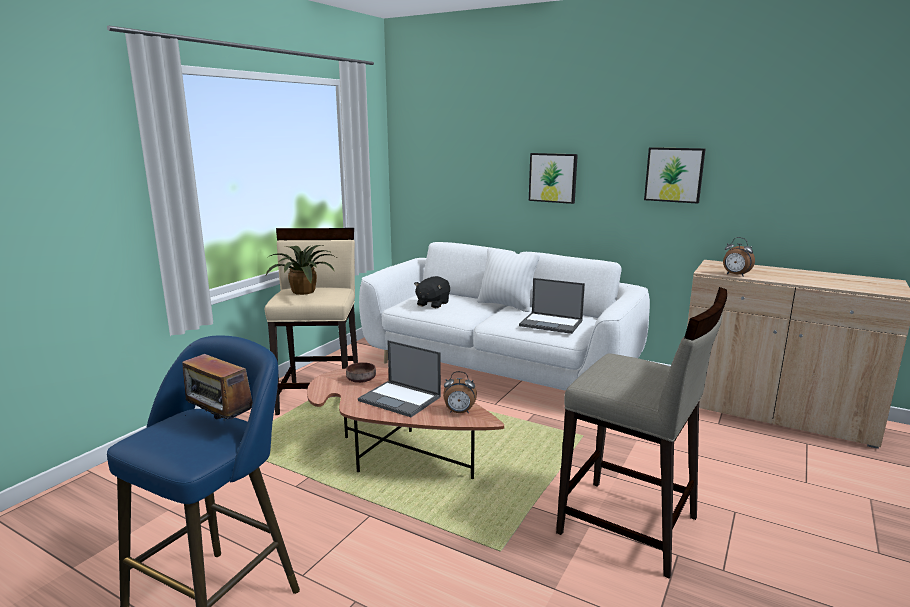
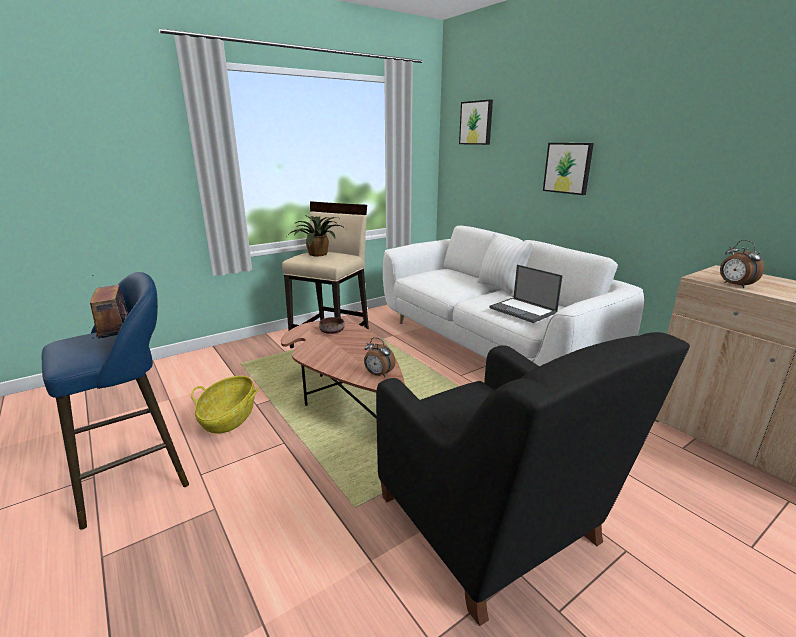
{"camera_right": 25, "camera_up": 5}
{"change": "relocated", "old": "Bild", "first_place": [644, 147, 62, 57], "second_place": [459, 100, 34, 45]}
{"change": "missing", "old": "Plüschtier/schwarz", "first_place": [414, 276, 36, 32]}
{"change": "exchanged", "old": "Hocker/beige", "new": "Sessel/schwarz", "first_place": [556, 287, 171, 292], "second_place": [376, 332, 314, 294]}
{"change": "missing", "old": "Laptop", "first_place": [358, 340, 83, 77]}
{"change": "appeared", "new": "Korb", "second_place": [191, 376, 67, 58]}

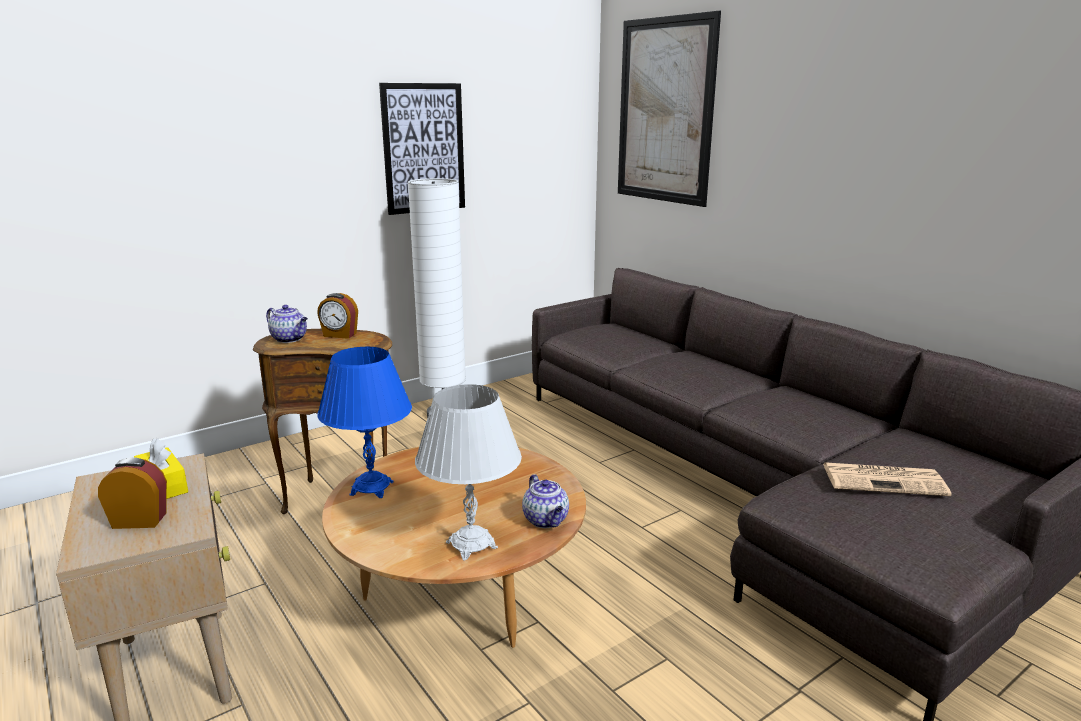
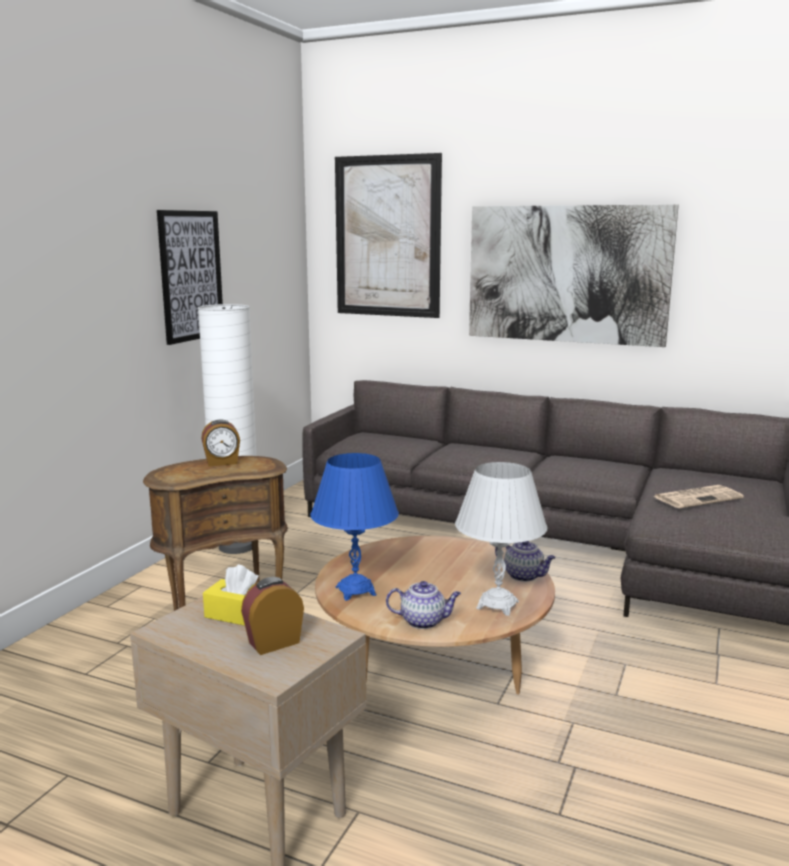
{"camera_right": -30, "camera_up": -5}
{"change": "relocated", "old": "Teekanne", "first_place": [266, 305, 42, 38], "second_place": [386, 581, 75, 48]}
{"change": "appeared", "new": "Bild", "second_place": [469, 204, 210, 143]}

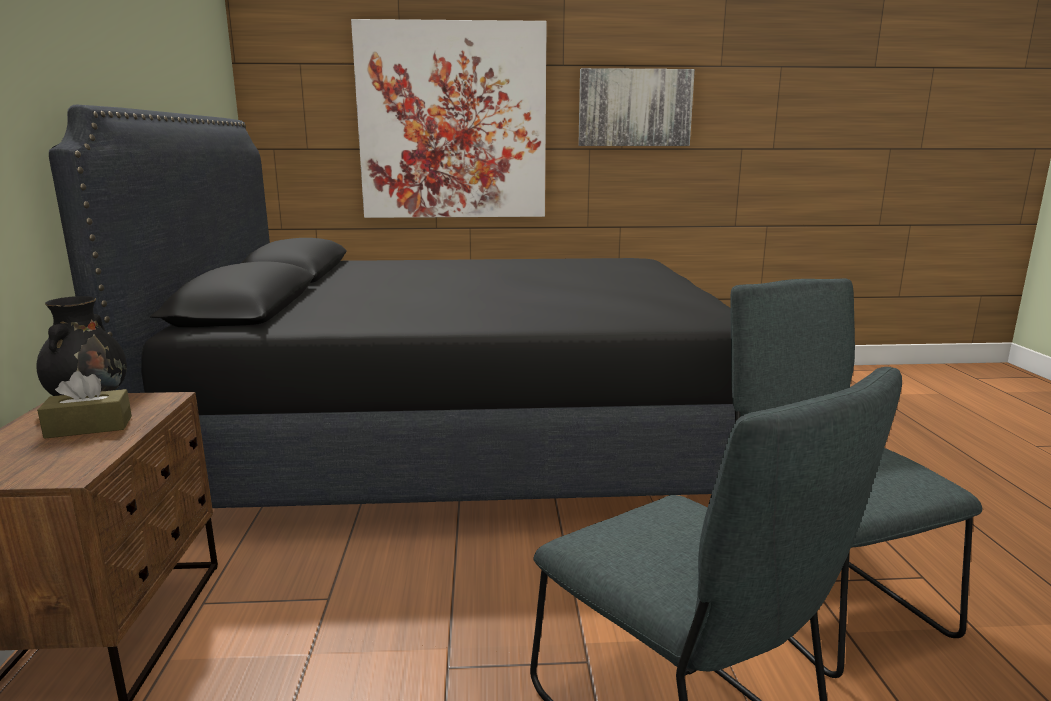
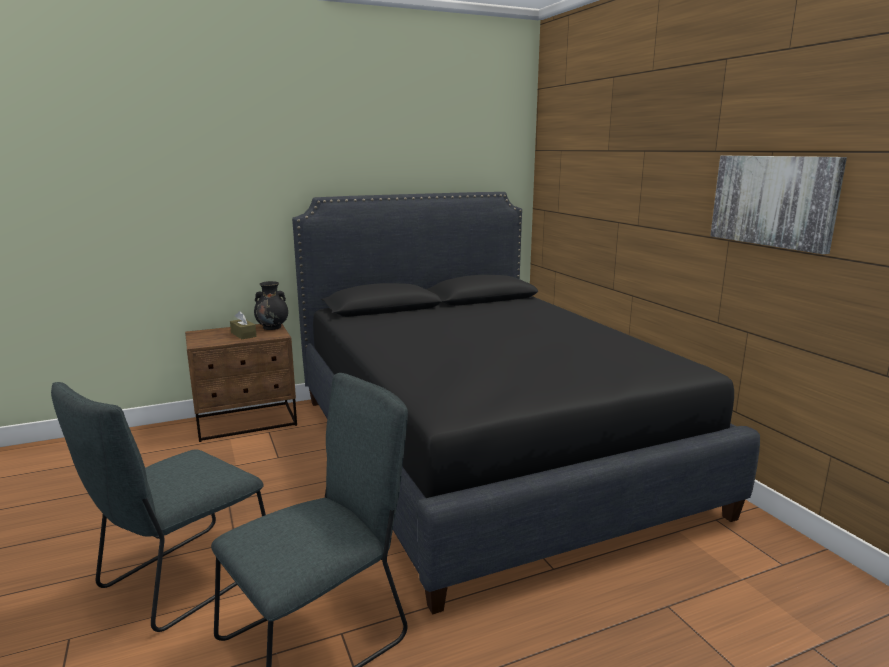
{"camera_right": 70, "camera_up": 0}
{"change": "missing", "old": "Bild", "first_place": [351, 19, 196, 199]}

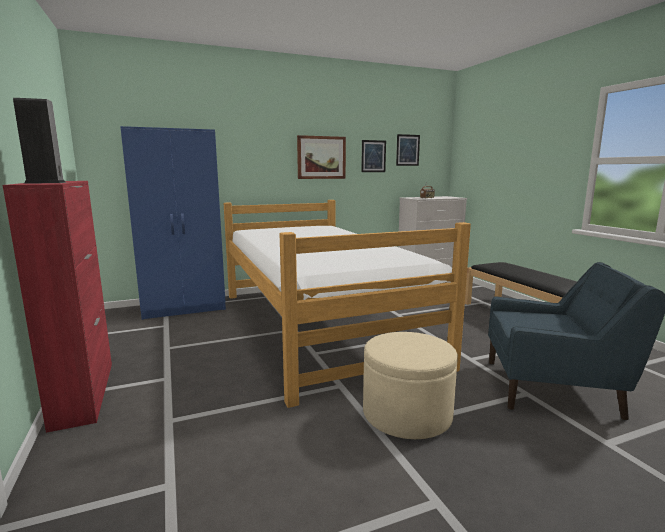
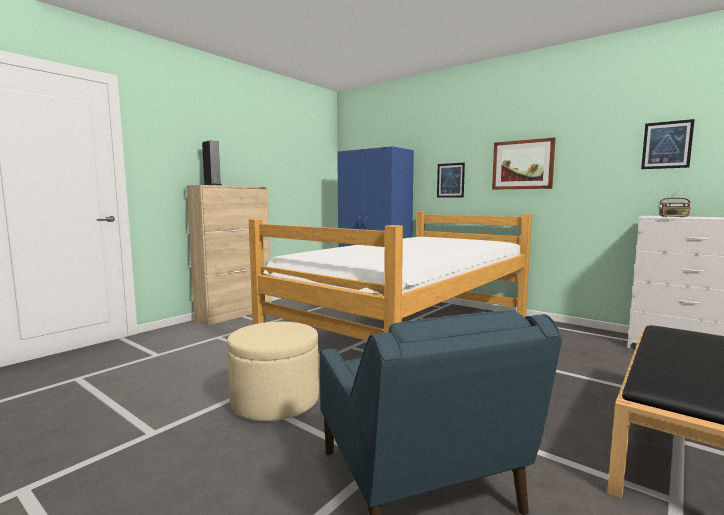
{"camera_right": 60, "camera_up": -5}
{"change": "relocated", "old": "Bild", "first_place": [361, 140, 25, 32], "second_place": [437, 163, 28, 35]}
{"change": "colour", "old": "Schrank/rot", "new": "Schrank/beige", "first_place": [2, 181, 110, 252], "second_place": [186, 185, 86, 140]}

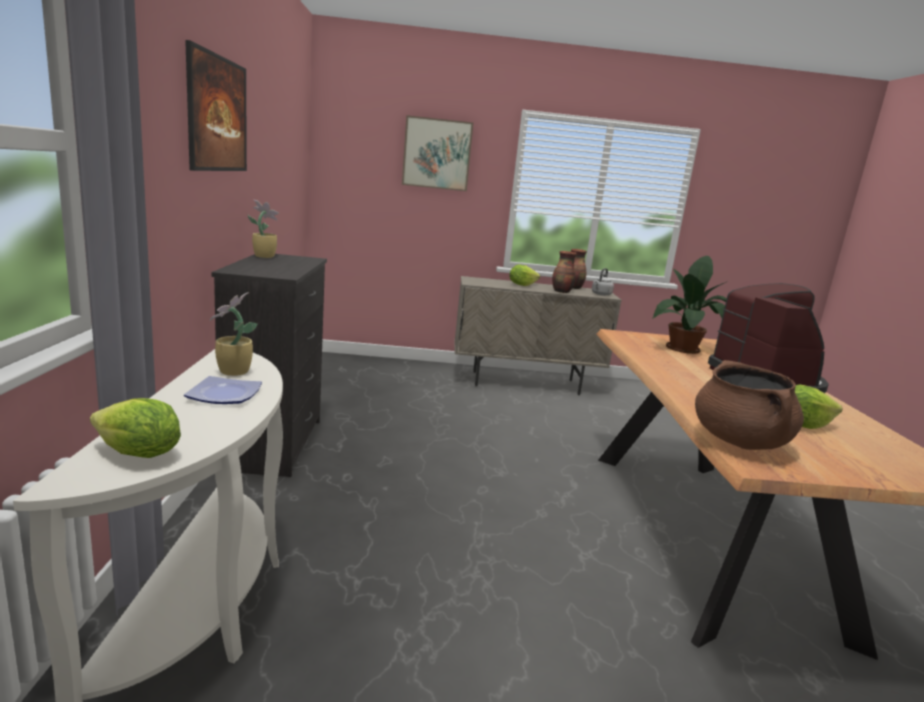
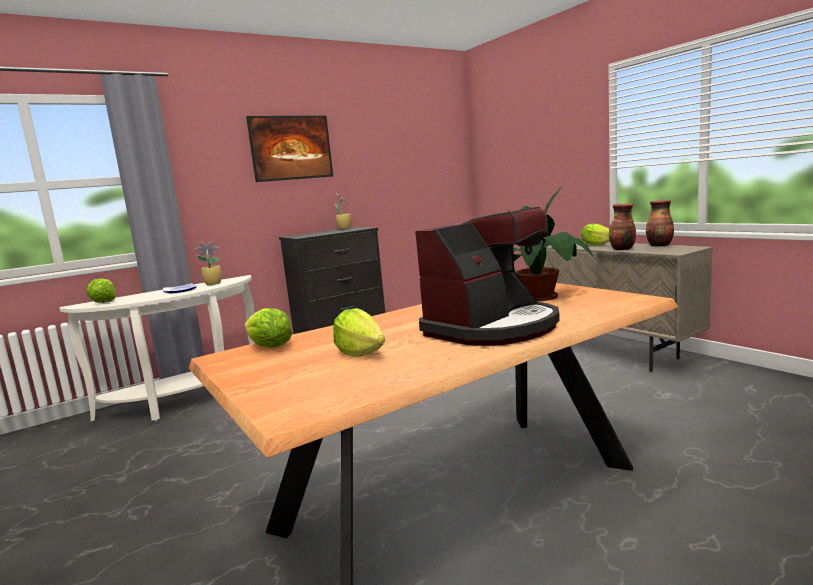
{"camera_right": 60, "camera_up": -5}
{"change": "missing", "old": "Bild", "first_place": [402, 115, 71, 76]}
{"change": "missing", "old": "Wasserkessel/grau", "first_place": [592, 268, 22, 28]}
{"change": "exchanged", "old": "Kochtopf/braun", "new": "Salatkopf", "first_place": [695, 360, 109, 90], "second_place": [245, 308, 47, 40]}

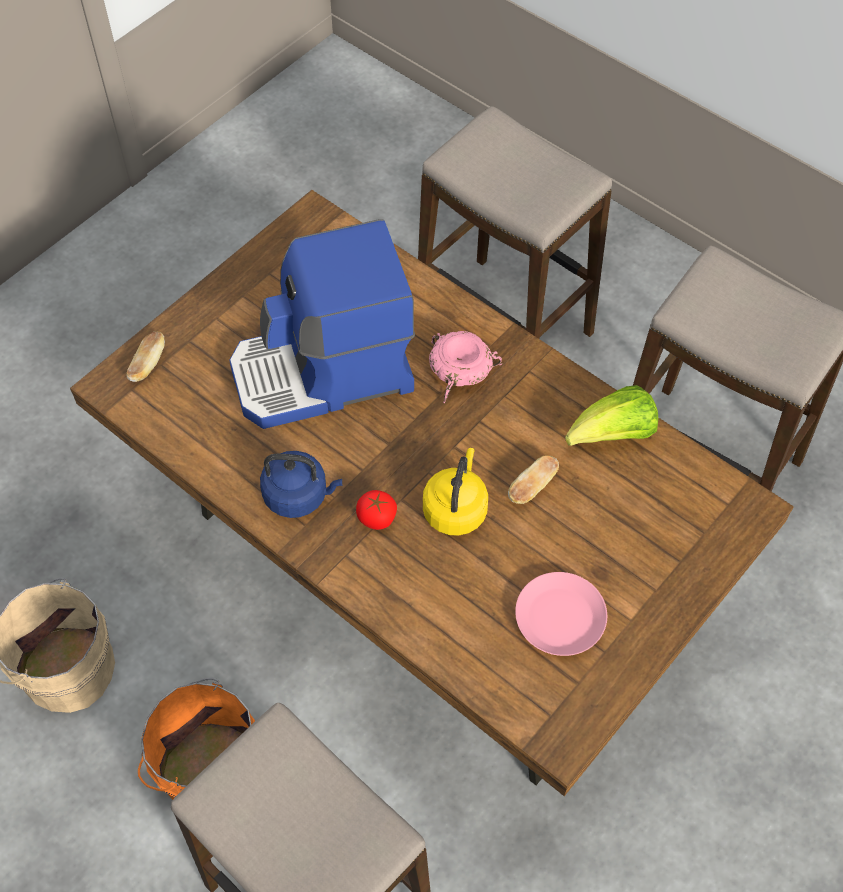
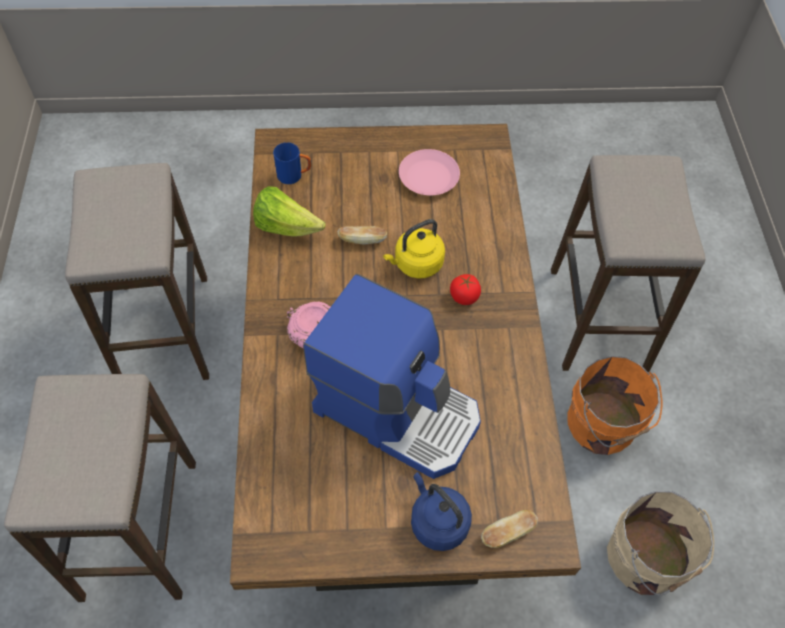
{"camera_right": -135, "camera_up": 0}
{"change": "relocated", "old": "Wasserkessel/blau", "first_place": [260, 451, 82, 67], "second_place": [411, 472, 61, 79]}
{"change": "appeared", "new": "Henkelbecher/blau", "second_place": [273, 142, 39, 42]}

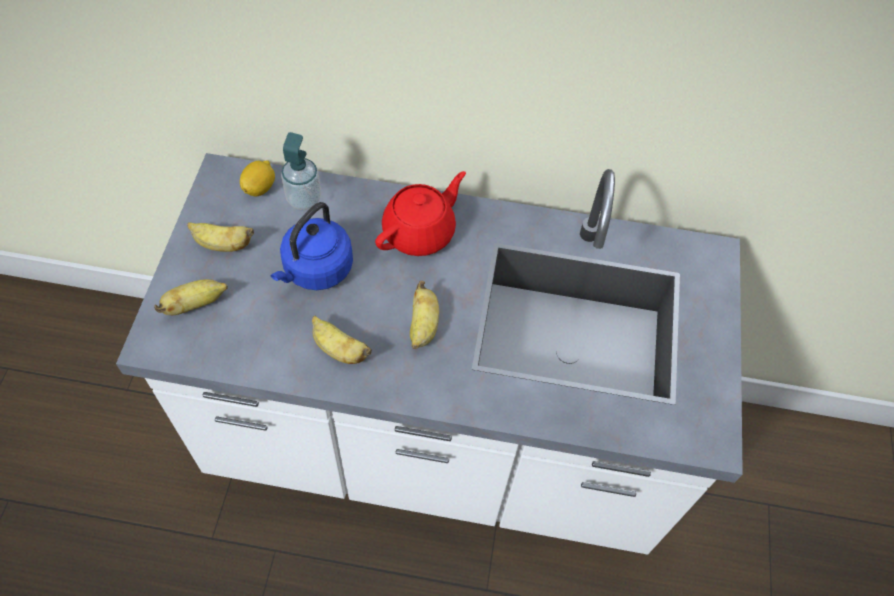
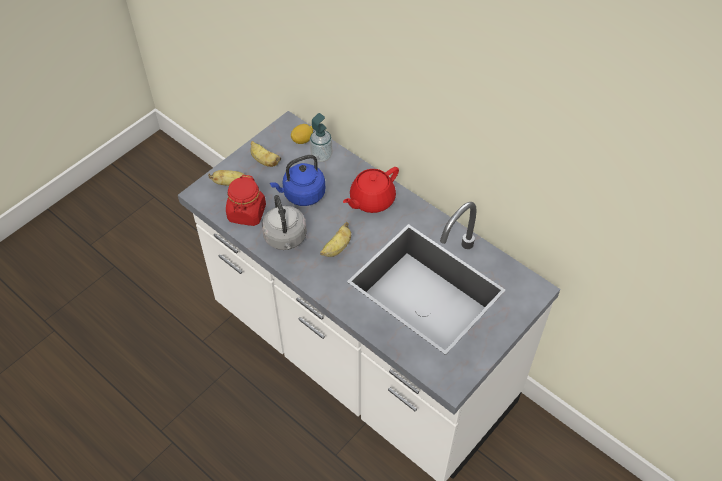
{"camera_right": 35, "camera_up": -5}
{"change": "spun", "old": "Teekanne/rot", "first_place": [375, 171, 91, 85], "second_place": [343, 167, 56, 46], "degrees": 150}
{"change": "exchanged", "old": "Banane", "new": "Wasserkessel/grau", "first_place": [312, 316, 60, 48], "second_place": [262, 195, 45, 55]}
{"change": "appeared", "new": "Vorratsglas/rot", "second_place": [226, 175, 40, 51]}

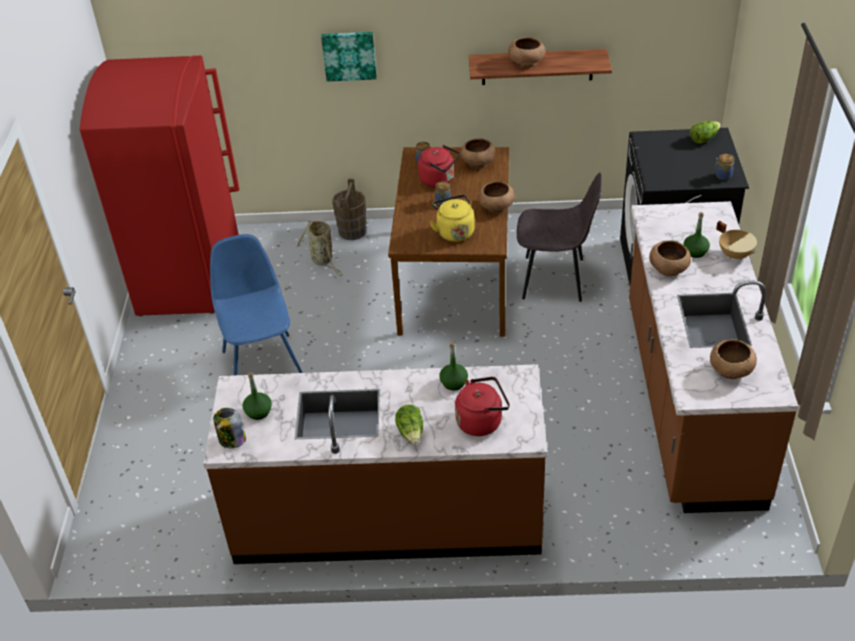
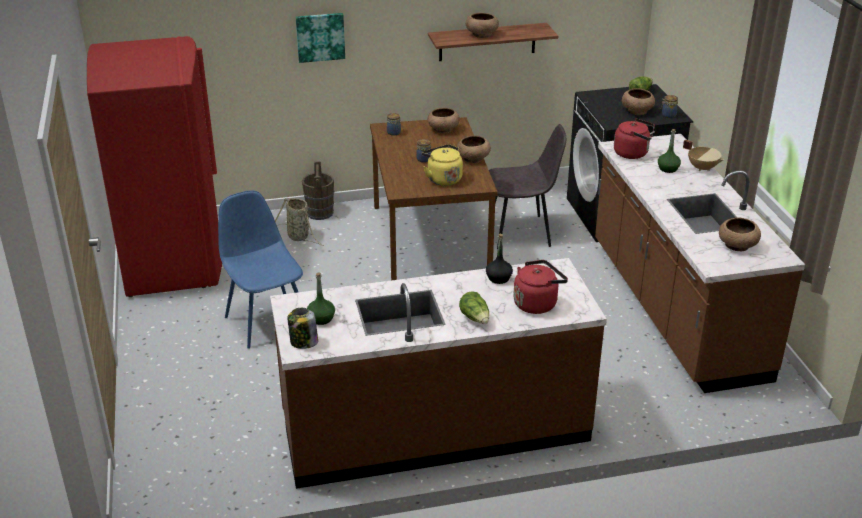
{"camera_right": -15, "camera_up": -10}
{"change": "relocated", "old": "Wasserkessel/rot", "first_place": [418, 145, 42, 42], "second_place": [614, 118, 41, 41]}
{"change": "relocated", "old": "Schüssel/braun", "first_place": [649, 240, 42, 36], "second_place": [622, 88, 33, 27]}
{"change": "colour", "old": "Flasche/grün", "new": "Flasche/schwarz", "first_place": [439, 342, 29, 48], "second_place": [486, 234, 27, 50]}

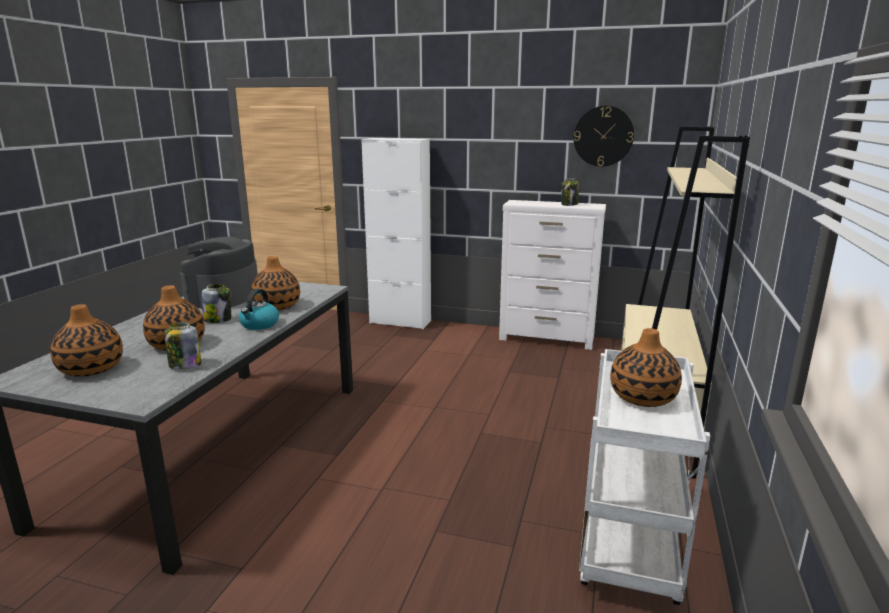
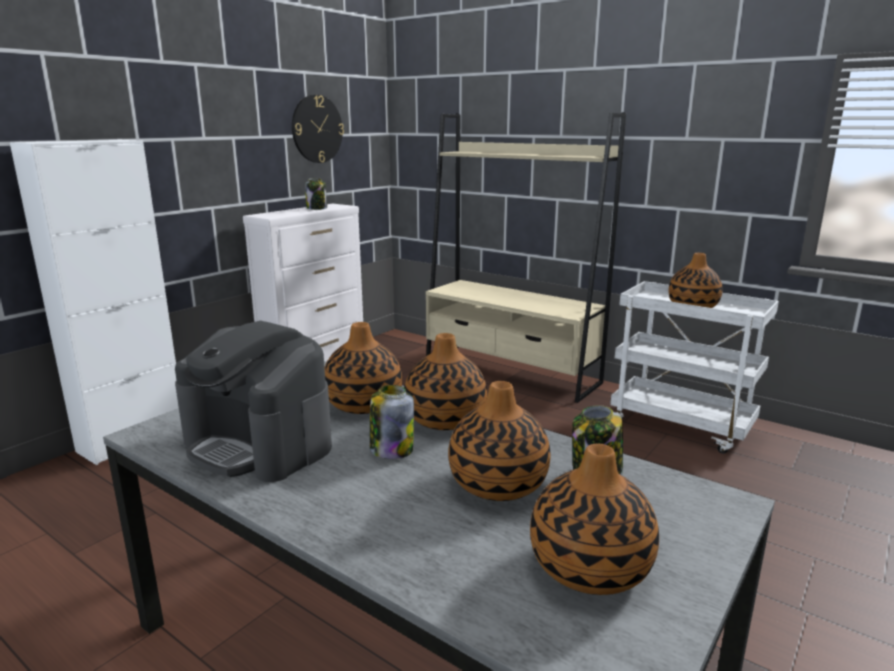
{"camera_right": -70, "camera_up": 0}
{"change": "exchanged", "old": "Wasserkessel", "new": "Vase", "first_place": [239, 289, 40, 41], "second_place": [404, 333, 83, 97]}

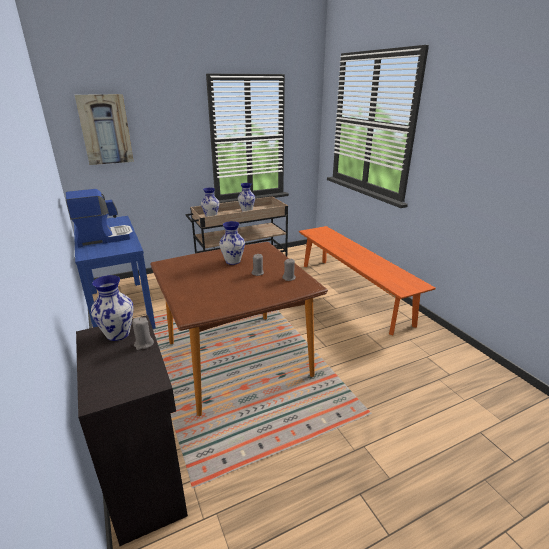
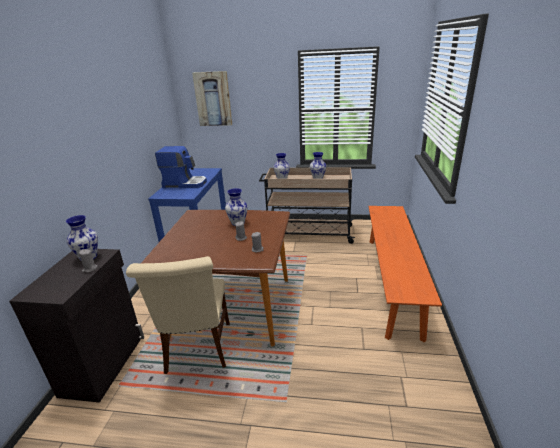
{"camera_right": 35, "camera_up": 0}
{"change": "appeared", "new": "Stuhl/beige", "second_place": [126, 256, 104, 118]}

